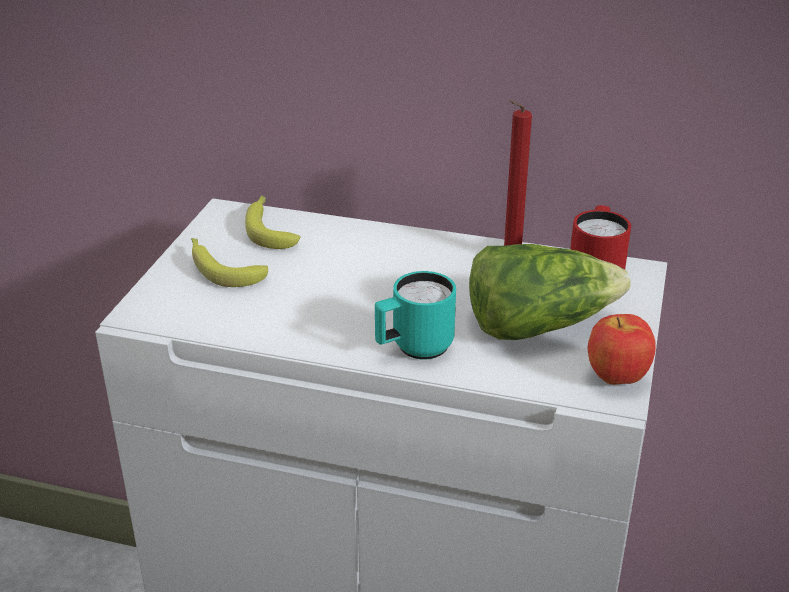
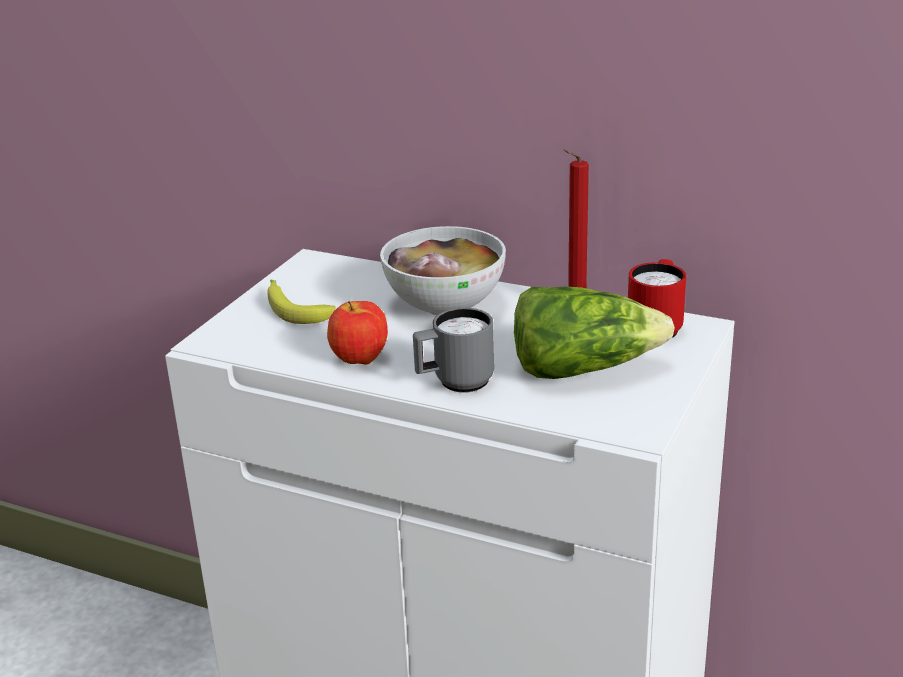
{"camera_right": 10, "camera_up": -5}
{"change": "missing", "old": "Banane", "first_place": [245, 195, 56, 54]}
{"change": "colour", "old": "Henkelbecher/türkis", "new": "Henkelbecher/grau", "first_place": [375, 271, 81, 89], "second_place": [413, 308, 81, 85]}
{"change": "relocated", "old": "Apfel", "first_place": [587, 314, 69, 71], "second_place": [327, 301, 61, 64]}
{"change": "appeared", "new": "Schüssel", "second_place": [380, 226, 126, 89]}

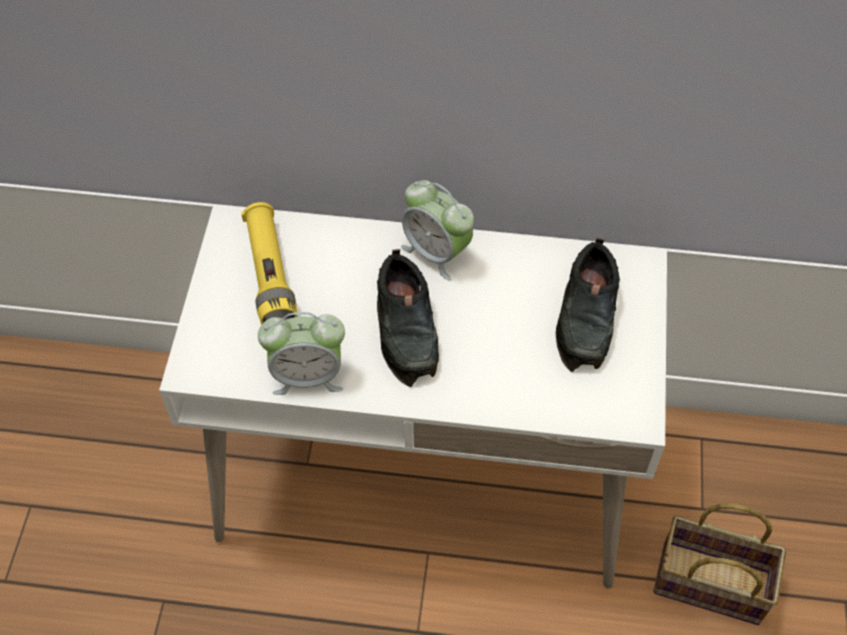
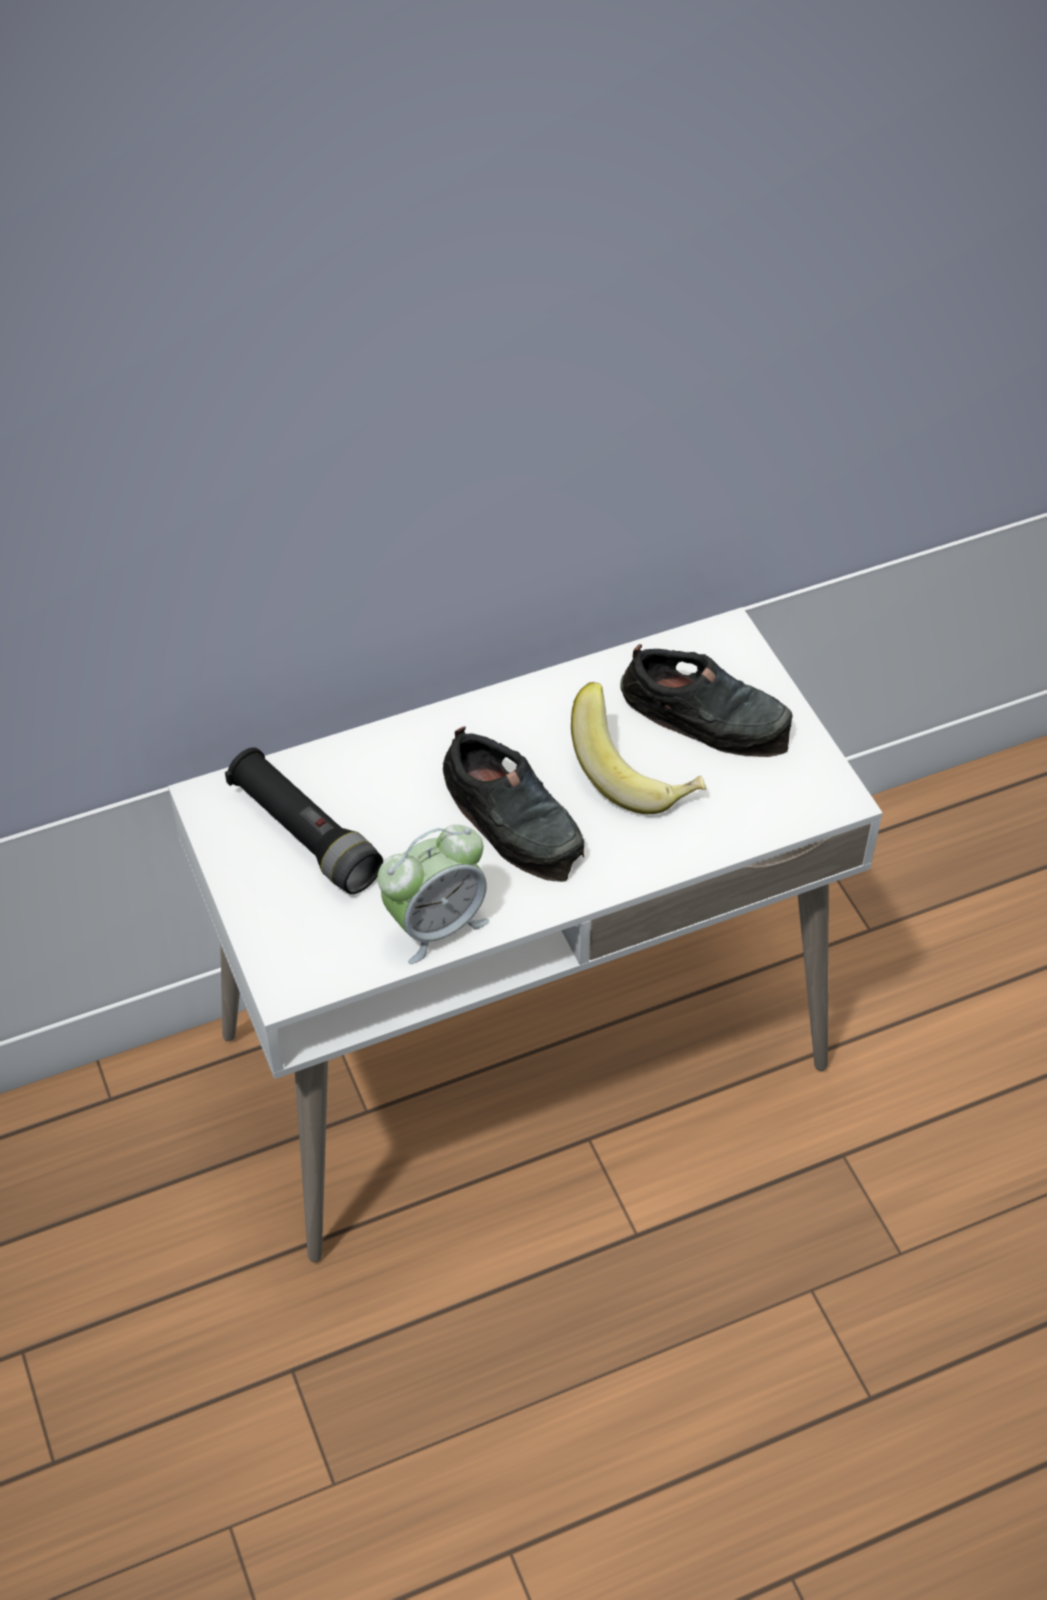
{"camera_right": -30, "camera_up": -5}
{"change": "missing", "old": "Wecker", "first_place": [401, 180, 73, 100]}
{"change": "colour", "old": "Taschenlampe/gelb", "new": "Taschenlampe/schwarz", "first_place": [241, 202, 56, 123], "second_place": [225, 748, 158, 146]}
{"change": "spun", "old": "Schuh/schwarz", "first_place": [556, 238, 64, 134], "second_place": [620, 644, 173, 113], "degrees": -45}
{"change": "missing", "old": "Korb", "first_place": [653, 504, 133, 121]}
{"change": "appeared", "new": "Banane", "second_place": [571, 682, 135, 132]}

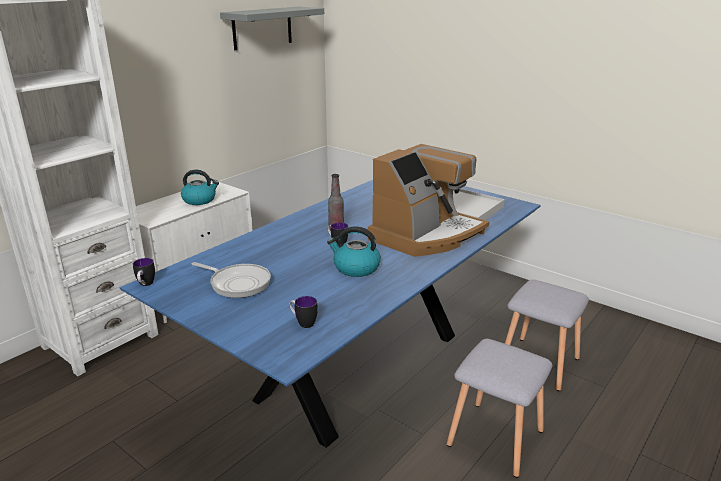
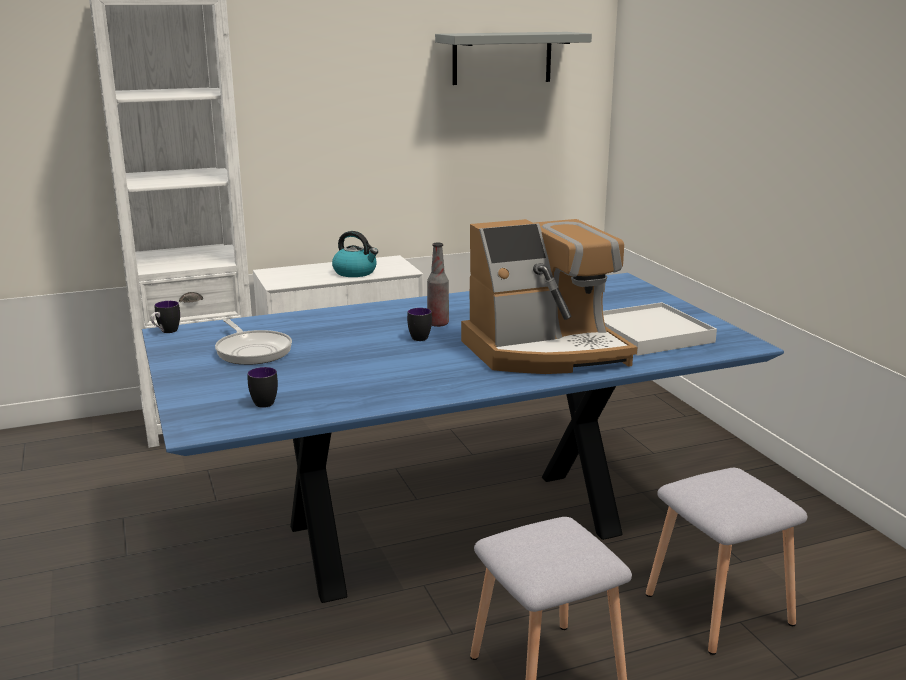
{"camera_right": 30, "camera_up": -5}
{"change": "missing", "old": "Wasserkessel", "first_place": [327, 226, 54, 51]}

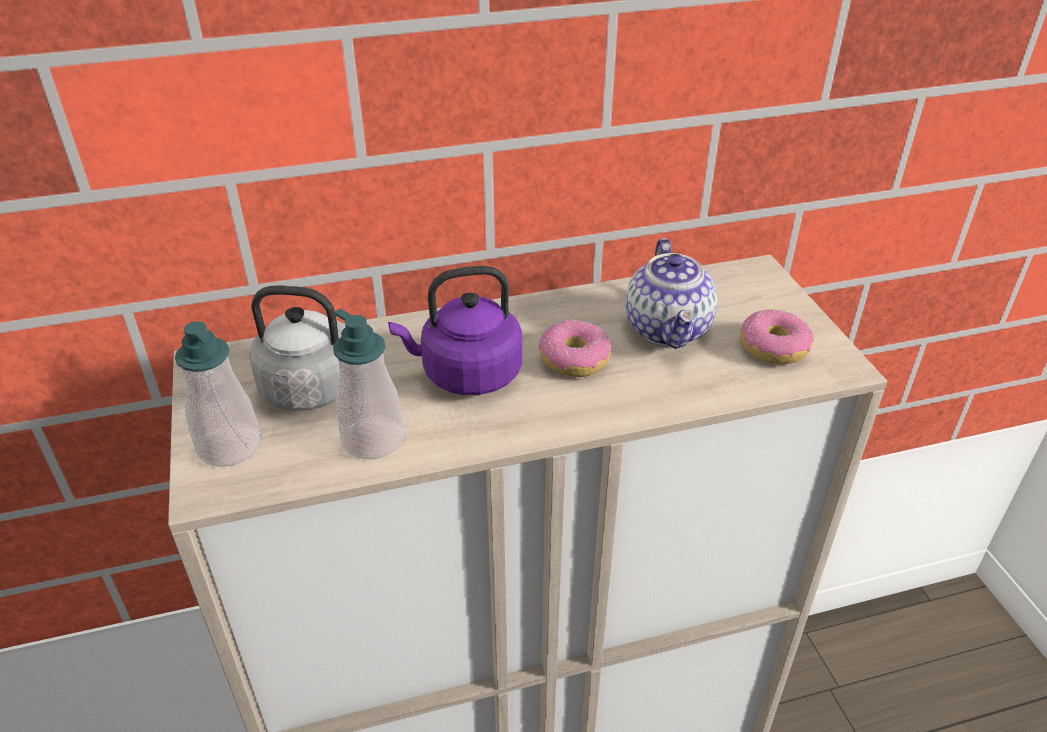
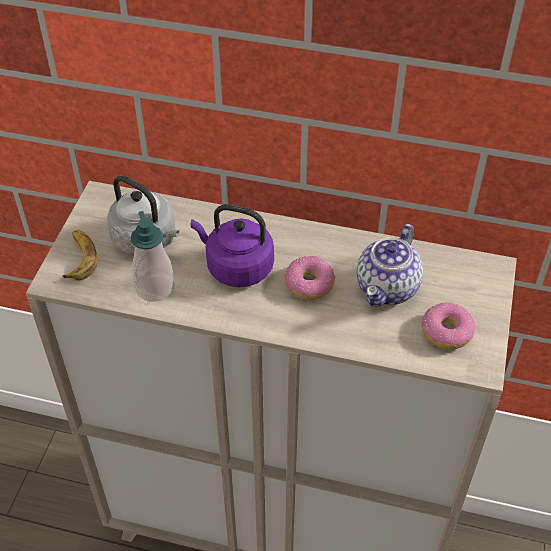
{"camera_right": 30, "camera_up": 10}
{"change": "exchanged", "old": "Seifenspender", "new": "Banane", "first_place": [175, 321, 86, 146], "second_place": [62, 231, 36, 49]}

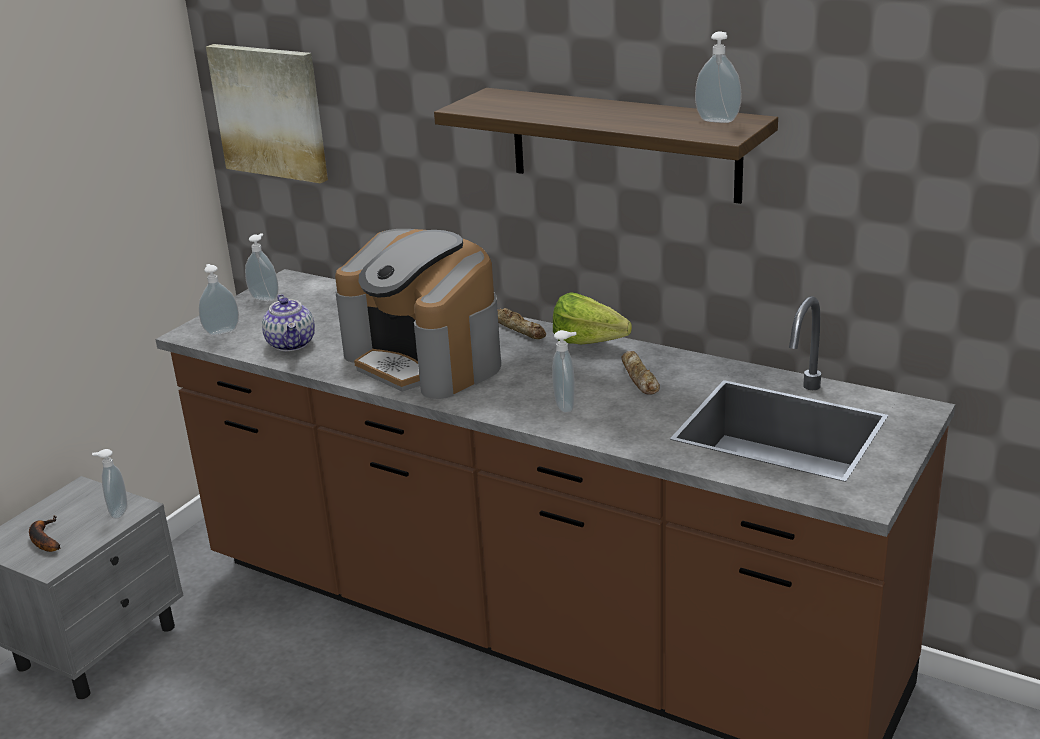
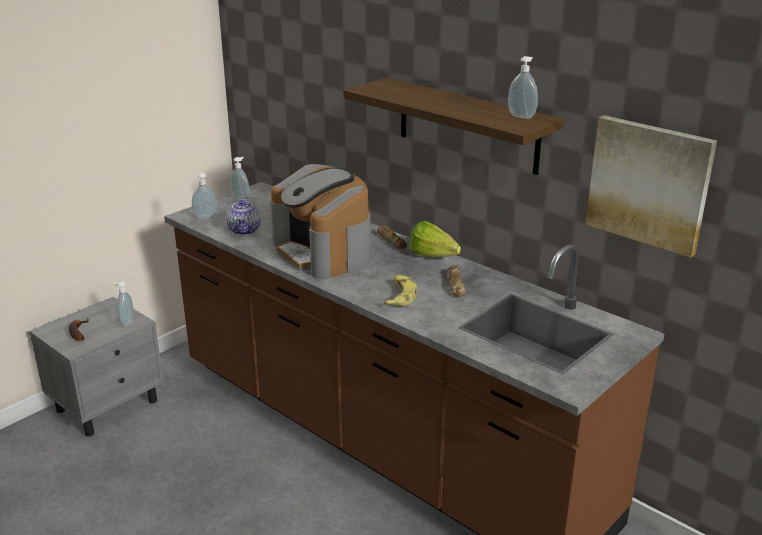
{"camera_right": 10, "camera_up": 0}
{"change": "relocated", "old": "Bild", "first_place": [206, 44, 122, 139], "second_place": [585, 115, 132, 143]}
{"change": "exchanged", "old": "Seifenspender", "new": "Banane", "first_place": [552, 330, 25, 83], "second_place": [384, 275, 33, 31]}

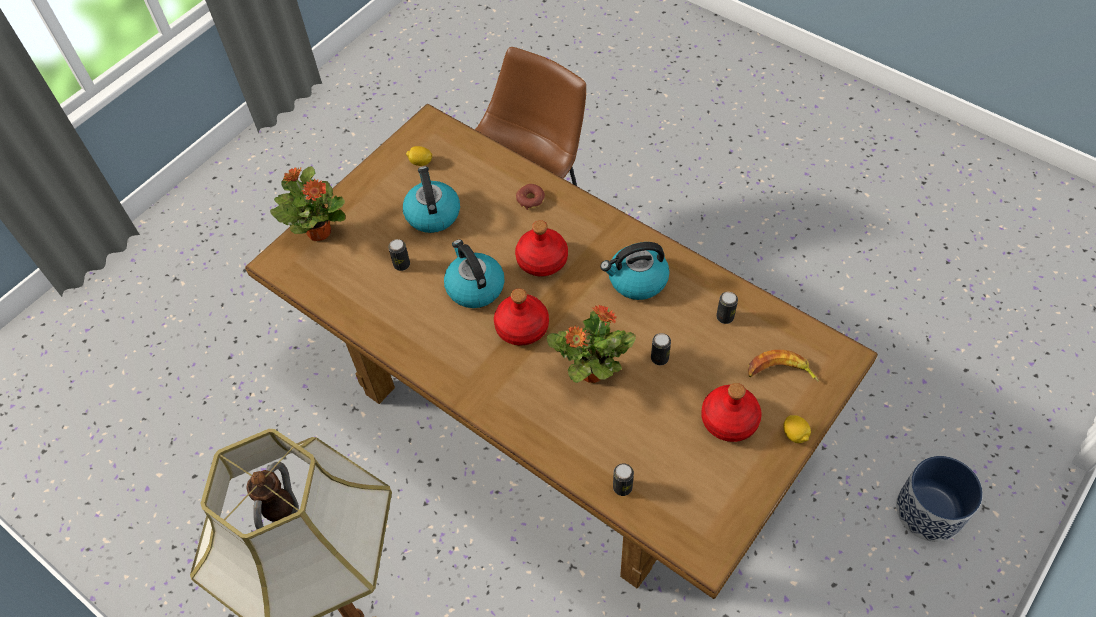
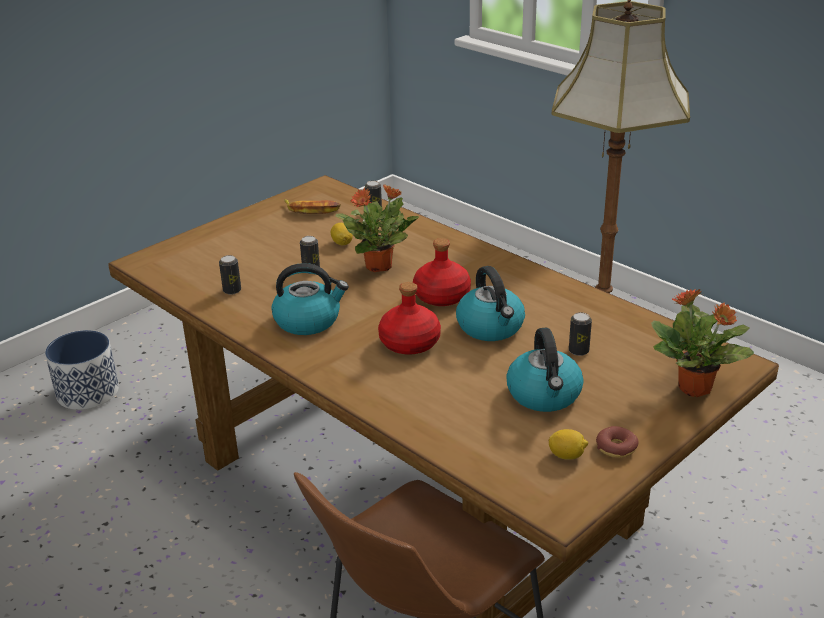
{"camera_right": -175, "camera_up": -25}
{"change": "relocated", "old": "Donut", "first_place": [516, 184, 29, 26], "second_place": [596, 426, 42, 32]}
{"change": "relocated", "old": "Banane", "first_place": [748, 350, 71, 32], "second_place": [284, 199, 57, 15]}
{"change": "missing", "old": "Flasche/rot", "first_place": [701, 383, 61, 59]}
{"change": "relocated", "old": "Zitrone", "first_place": [783, 415, 28, 28], "second_place": [331, 223, 22, 22]}

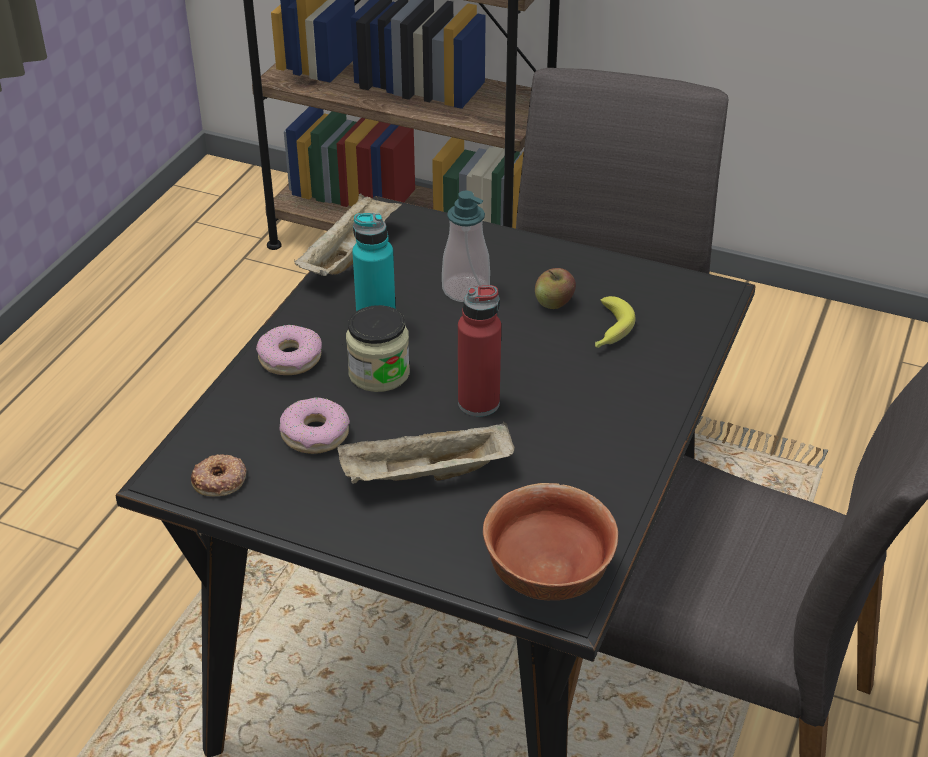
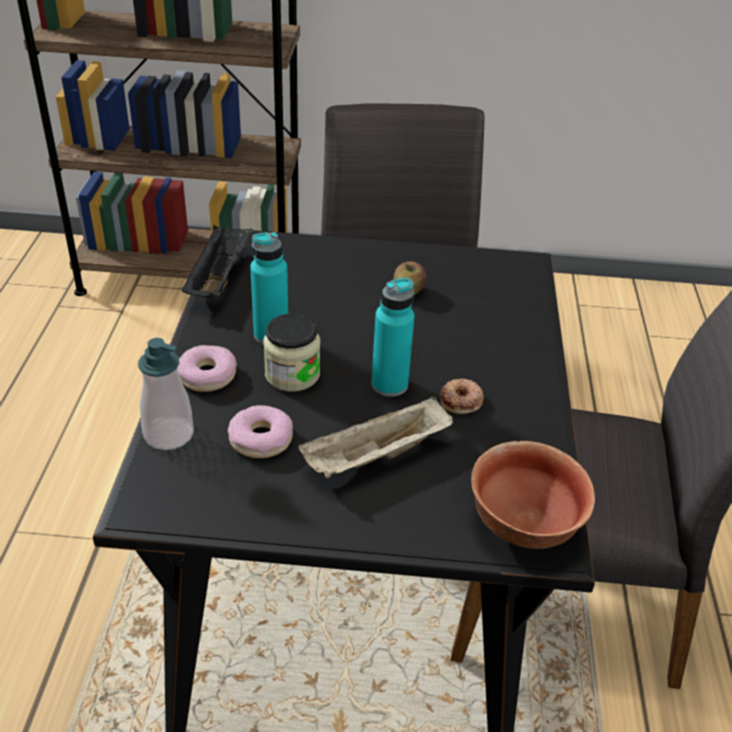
{"camera_right": -20, "camera_up": 0}
{"change": "relocated", "old": "Seifenspender", "first_place": [442, 190, 48, 112], "second_place": [138, 338, 56, 112]}
{"change": "colour", "old": "Tablett/beige", "new": "Tablett/schwarz", "first_place": [294, 194, 108, 82], "second_place": [181, 225, 72, 73]}
{"change": "colour", "old": "Flasche/rot", "new": "Flasche/türkis", "first_place": [458, 285, 43, 132], "second_place": [371, 278, 43, 119]}
{"change": "missing", "old": "Banane", "first_place": [595, 296, 41, 52]}
{"change": "relocated", "old": "Donut", "first_place": [191, 454, 55, 42], "second_place": [440, 379, 44, 35]}

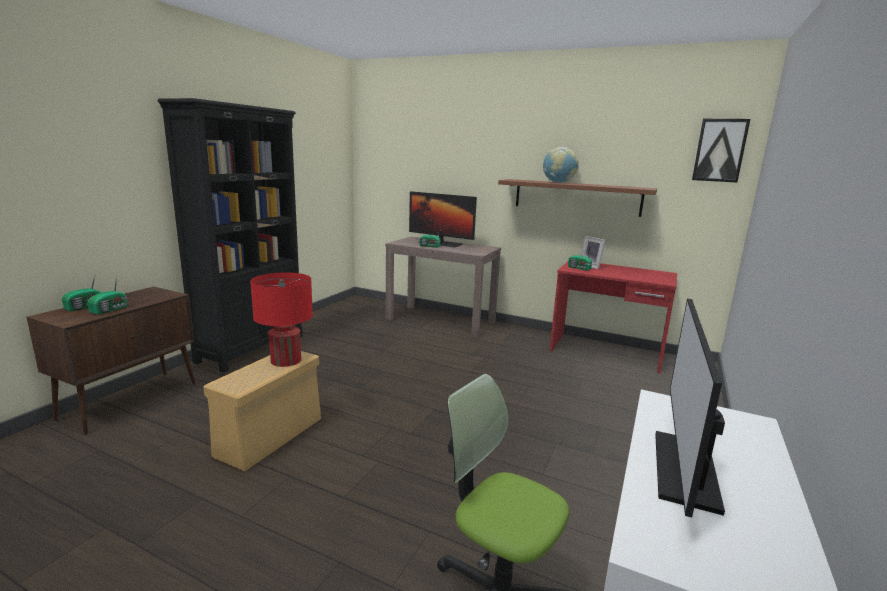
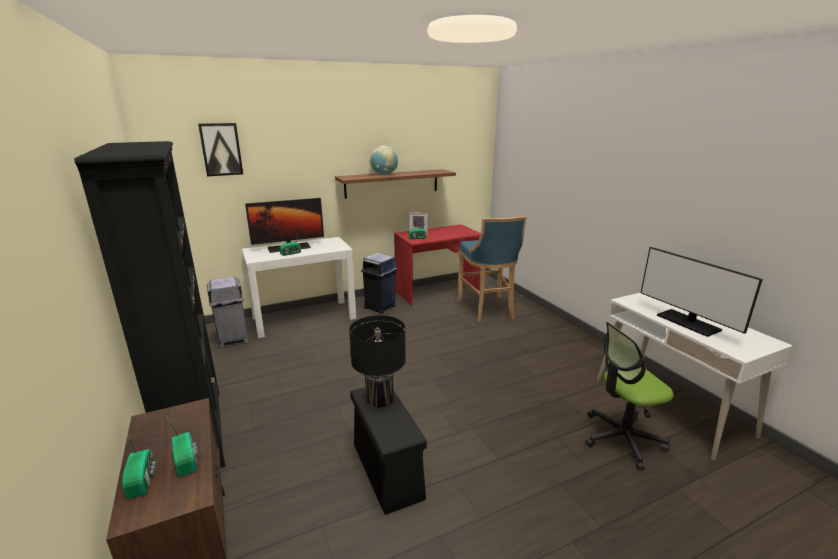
{"camera_right": -50, "camera_up": 5}
{"change": "relocated", "old": "Bild", "first_place": [692, 119, 58, 64], "second_place": [198, 123, 45, 53]}
{"change": "colour", "old": "Konsolentisch/braun", "new": "Konsolentisch/weiß", "first_place": [385, 237, 116, 101], "second_place": [242, 237, 114, 101]}
{"change": "colour", "old": "Tischlampe/rot", "new": "Tischlampe/schwarz", "first_place": [250, 272, 63, 95], "second_place": [349, 316, 57, 92]}
{"change": "colour", "old": "Aufbewahrungsbox/beige", "new": "Aufbewahrungsbox/schwarz", "first_place": [203, 351, 118, 120], "second_place": [350, 387, 77, 128]}
{"change": "appeared", "new": "Hocker/blau", "second_place": [457, 216, 70, 107]}
{"change": "appeared", "new": "Mülleimer/blau", "second_place": [361, 253, 37, 61]}
{"change": "appeared", "new": "Mülleimer/grau", "second_place": [207, 277, 42, 71]}

